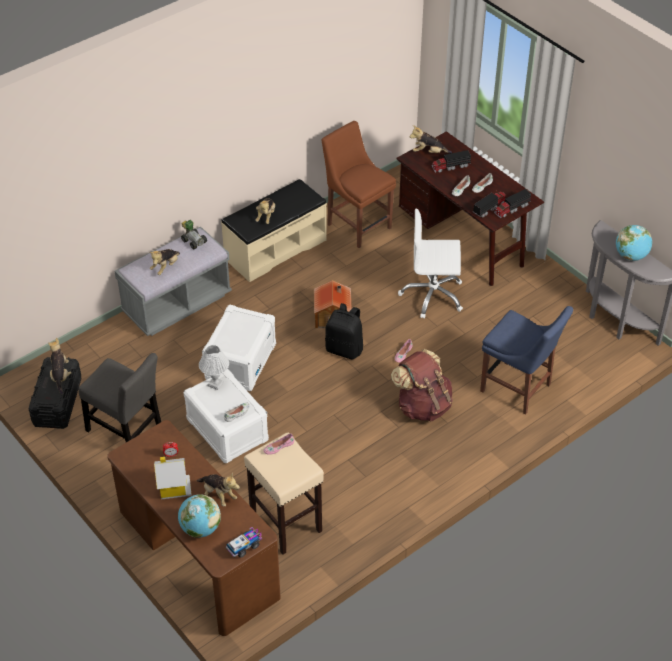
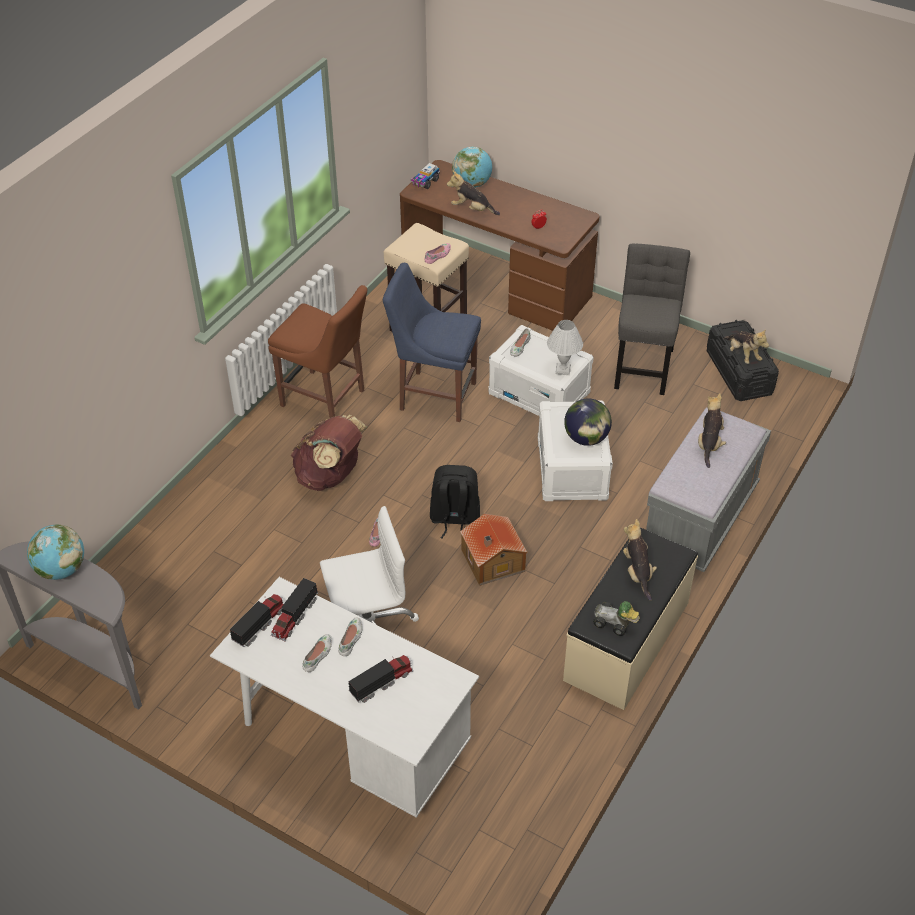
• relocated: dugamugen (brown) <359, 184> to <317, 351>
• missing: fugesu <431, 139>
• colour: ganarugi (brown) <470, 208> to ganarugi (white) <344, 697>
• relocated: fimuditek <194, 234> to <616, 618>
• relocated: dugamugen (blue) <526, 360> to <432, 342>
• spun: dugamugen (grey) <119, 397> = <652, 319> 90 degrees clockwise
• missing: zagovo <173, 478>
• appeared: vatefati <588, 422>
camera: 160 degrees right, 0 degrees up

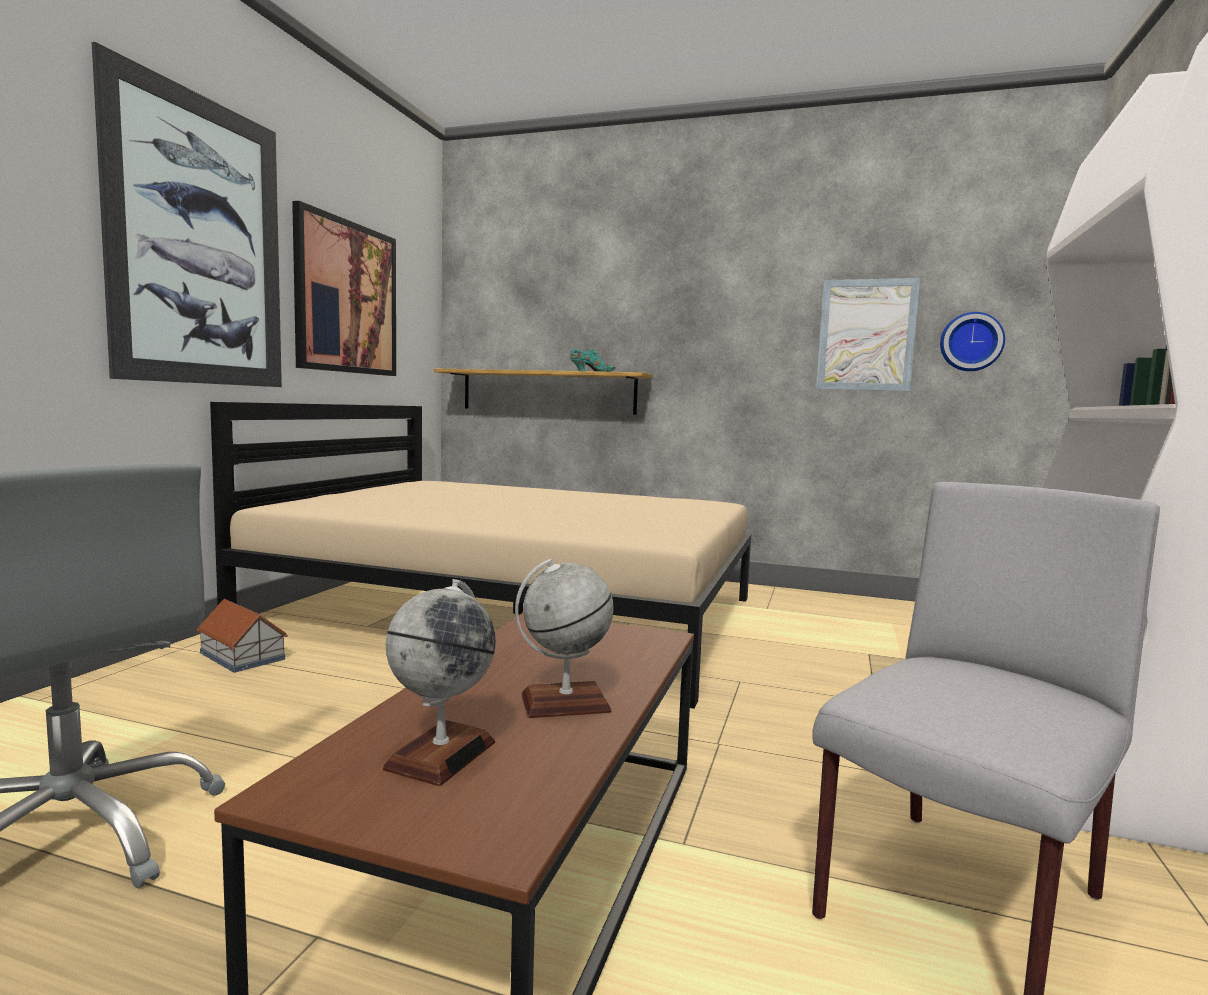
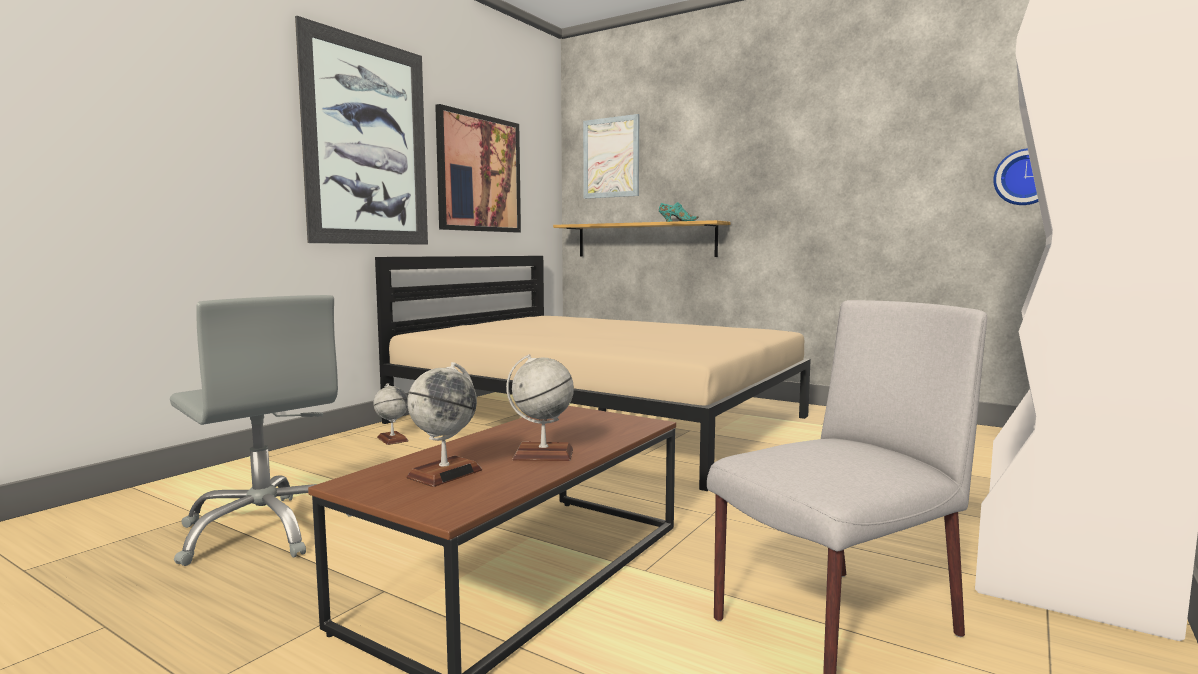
• relocated: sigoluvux <868, 334> to <611, 156>
• exchanged: zagovo <242, 636> to vatefati <391, 414>
camera: 15 degrees right, 0 degrees up

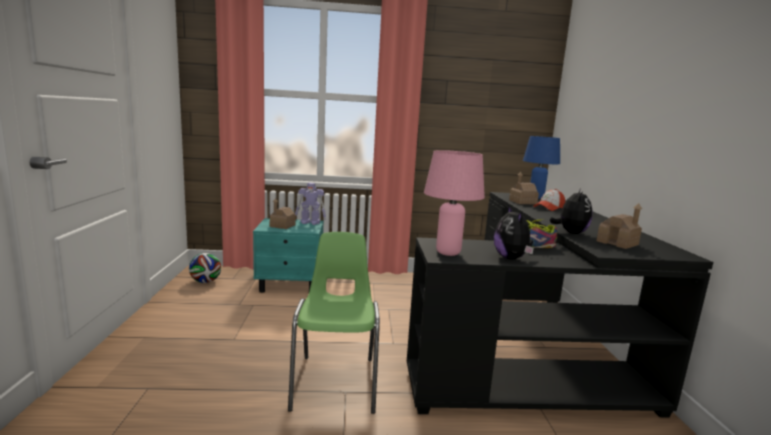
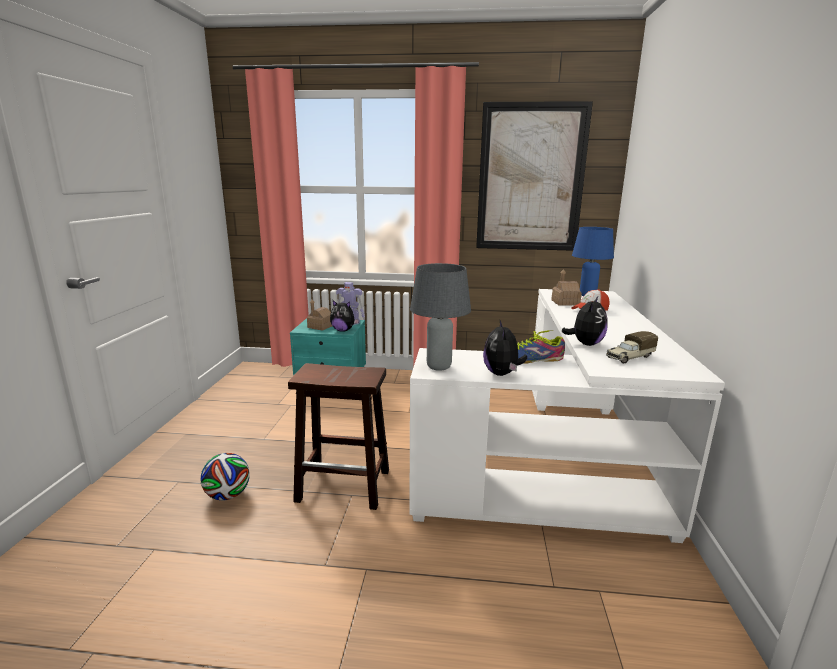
• colour: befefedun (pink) <454, 203> to befefedun (grey) <440, 317>
• colour: ganarugi (black) <560, 304> to ganarugi (white) <567, 416>
• exchanged: zagovo <619, 226> to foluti <632, 347>
• exchanged: dugamugen (green) <334, 323> to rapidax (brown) <338, 436>
• relocated: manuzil <205, 268> to <225, 476>
• appeared: sigoluvux <534, 176>
• appeared: fugesu <344, 316>
camera: 10 degrees right, 5 degrees up

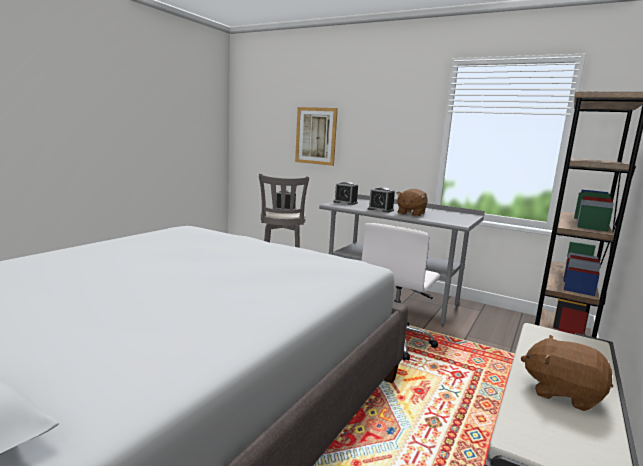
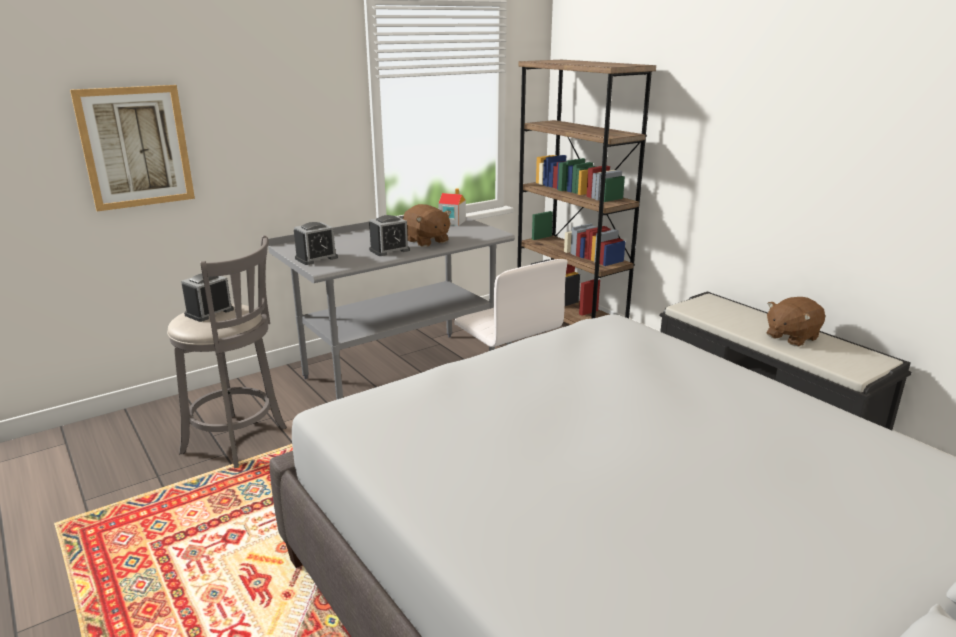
• appeared: zagovo <452, 207>
camera: 65 degrees left, 10 degrees up

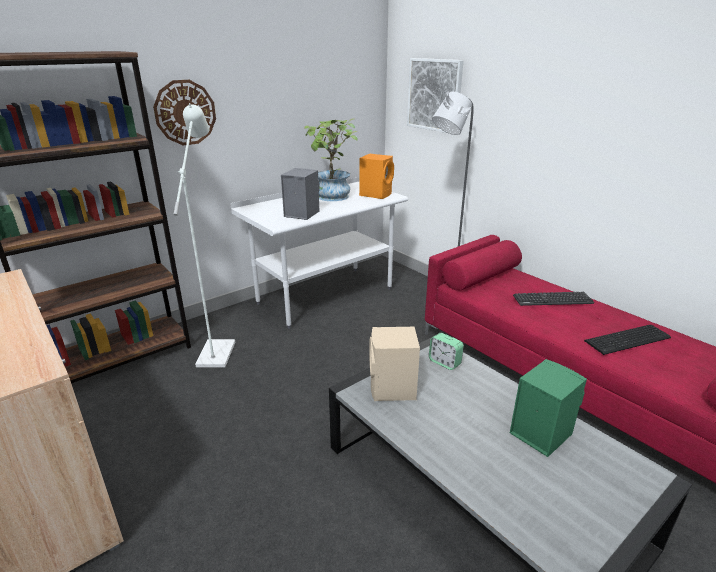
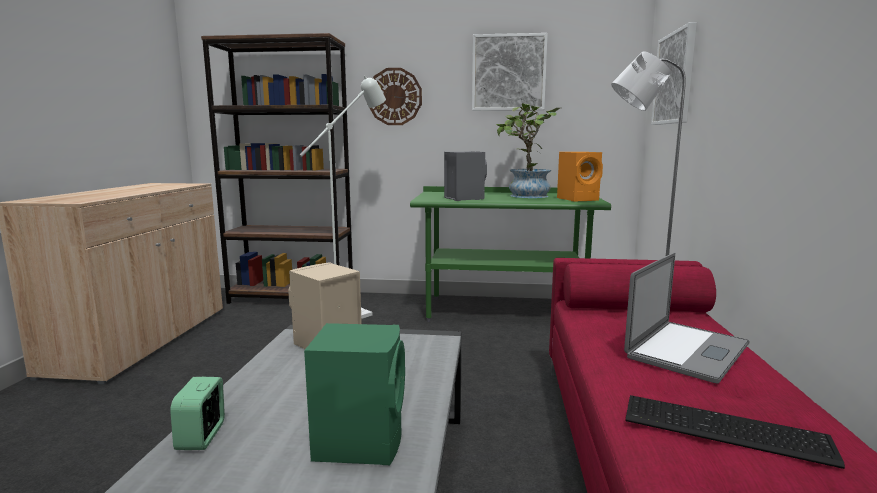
• colour: ganarugi (white) <319, 253> to ganarugi (green) <510, 254>
• exchanged: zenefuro <553, 299> to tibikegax <687, 317>
• relocated: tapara <446, 351> to <197, 413>
• appeared: sigoluvux <510, 72>
camera: 45 degrees right, 15 degrees down

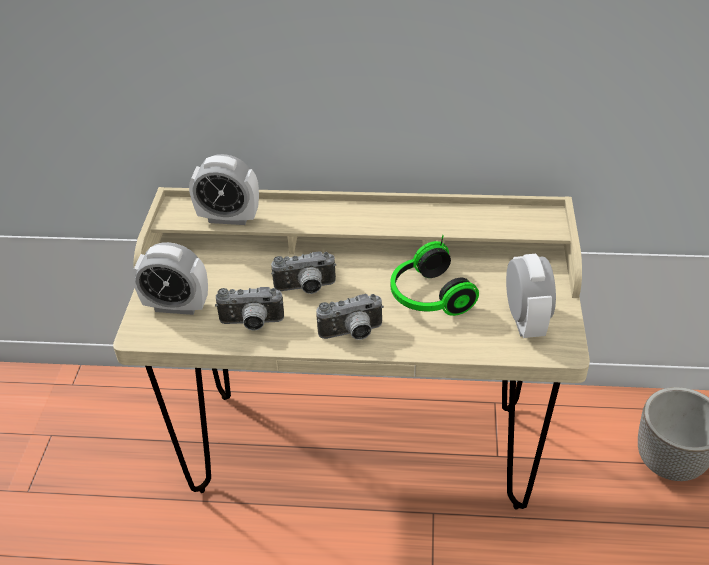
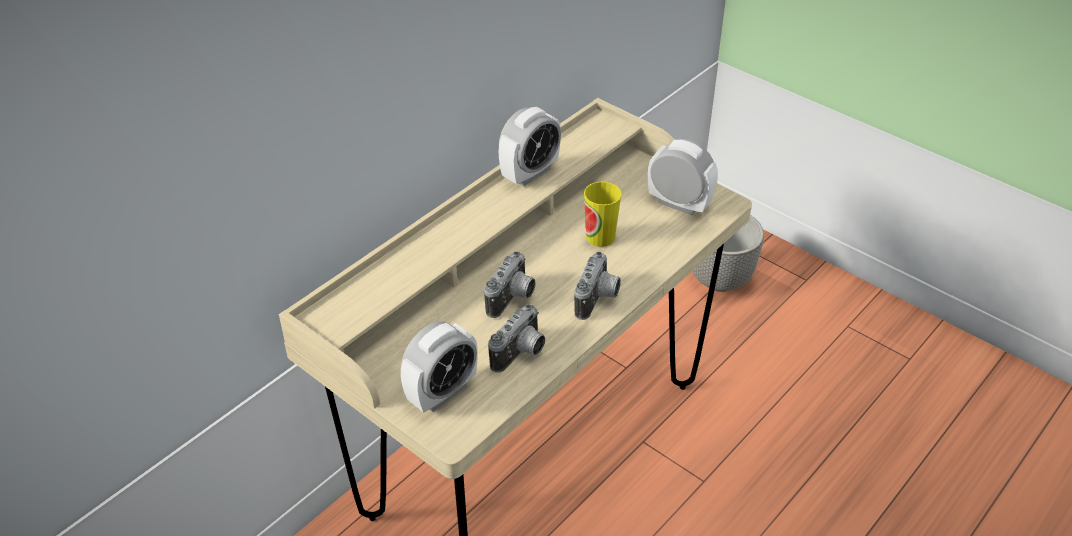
• relocated: tapara <224, 189> to <530, 146>
• exchanged: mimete <435, 275> to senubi <603, 214>
camera: 55 degrees left, 0 degrees up

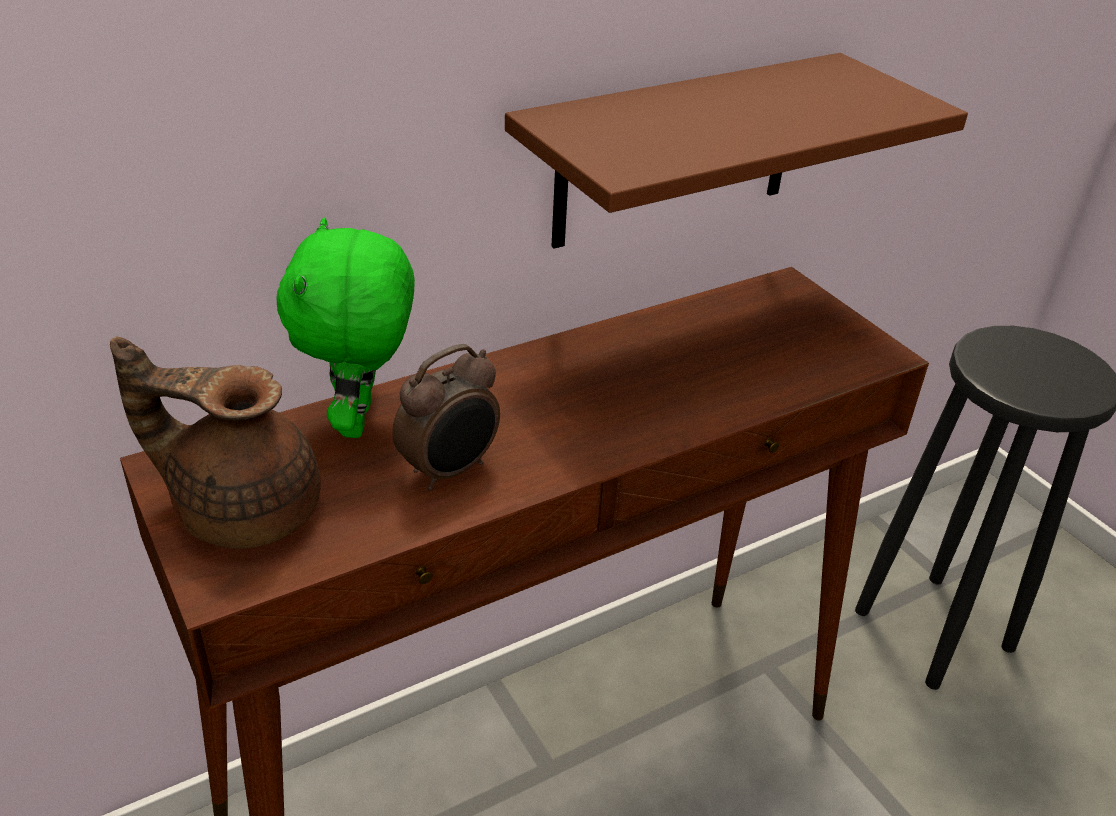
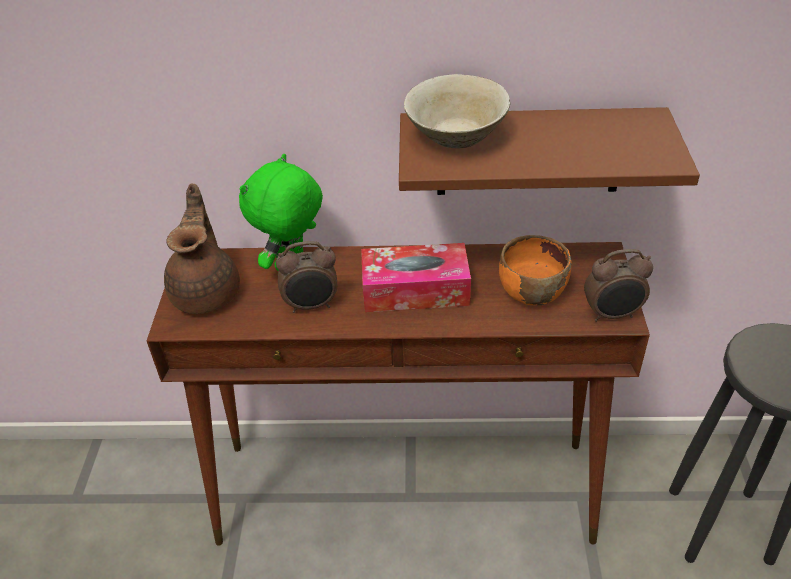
• spun: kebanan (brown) <215, 442> = <202, 248> 45 degrees clockwise
• appeared: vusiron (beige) <457, 111>
• appeared: vusiron (orange) <535, 270>
• appeared: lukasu <416, 277>
• appeared: tapara <618, 285>
camera: 35 degrees right, 5 degrees up

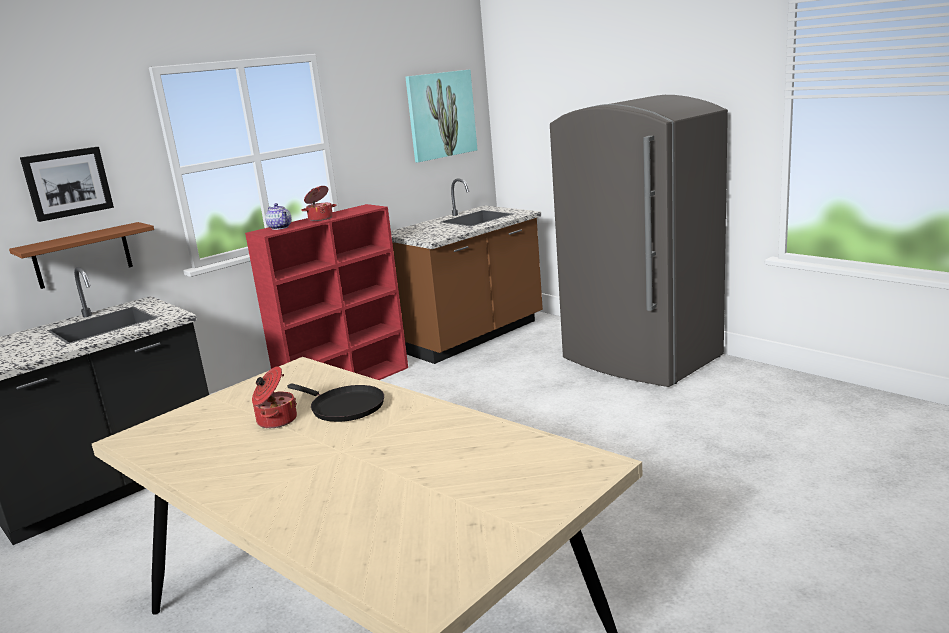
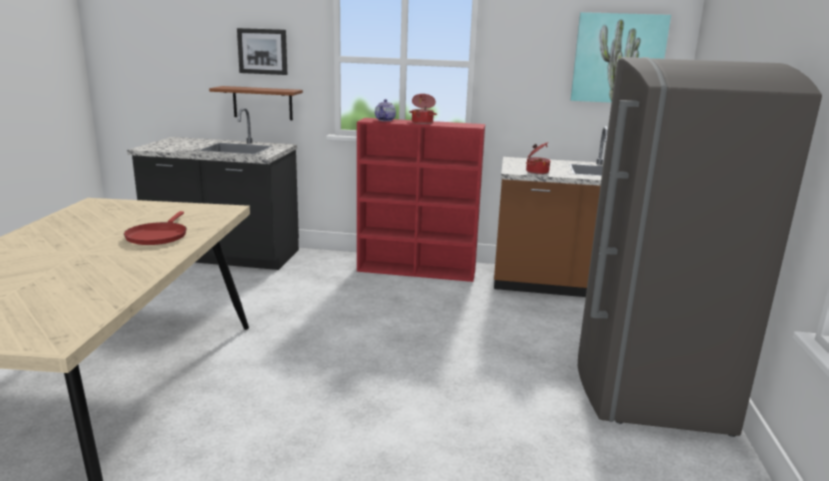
• relocated: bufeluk <274, 397> to <538, 158>
• colour: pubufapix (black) <335, 402> to pubufapix (red) <155, 228>
camera: 50 degrees right, 0 degrees up

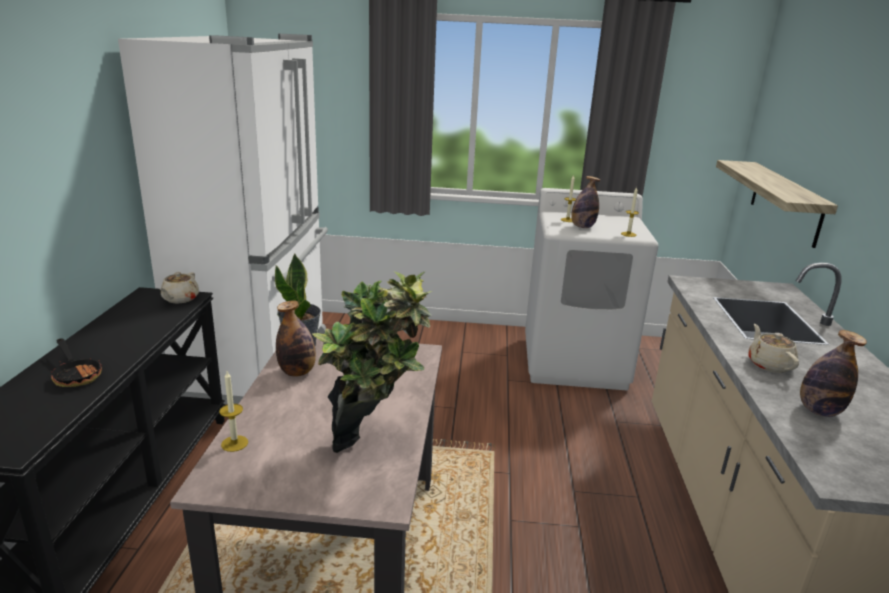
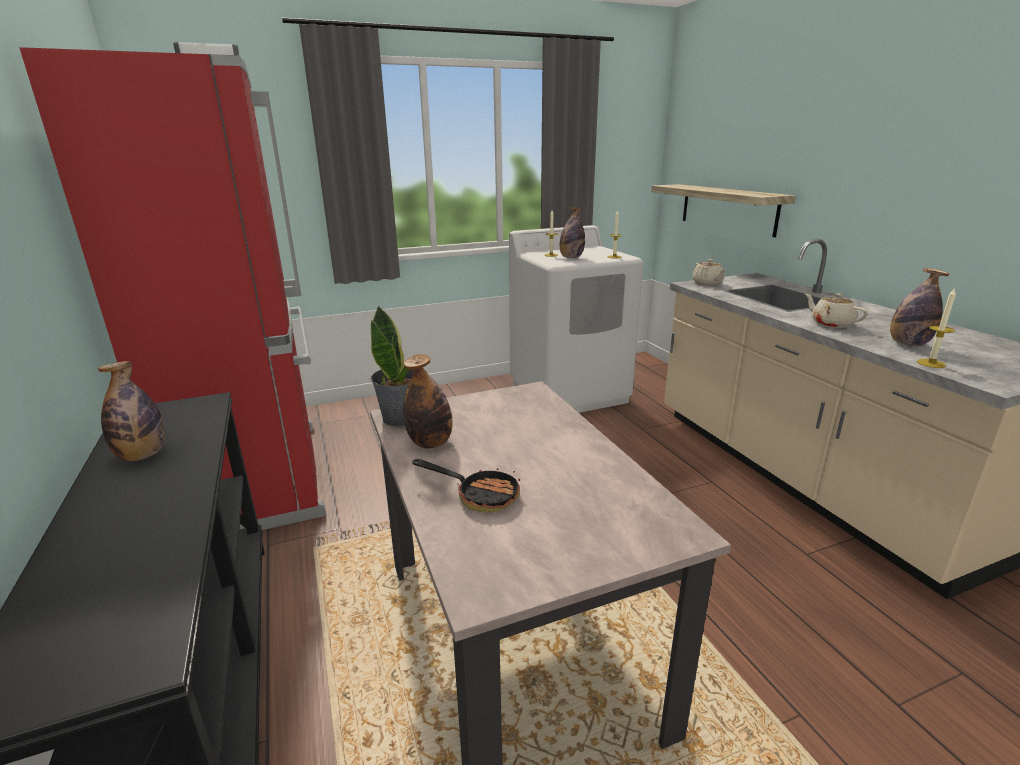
• colour: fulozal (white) <223, 219> to fulozal (red) <172, 286>
• missing: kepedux <372, 362>
• relocated: kebanan (beige) <179, 287> to <709, 272>
• relocated: pubufapix <76, 362> to <466, 486>
• relocated: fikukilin <233, 411> to <936, 327>
• appeared: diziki <131, 411>
camera: 25 degrees left, 0 degrees up

